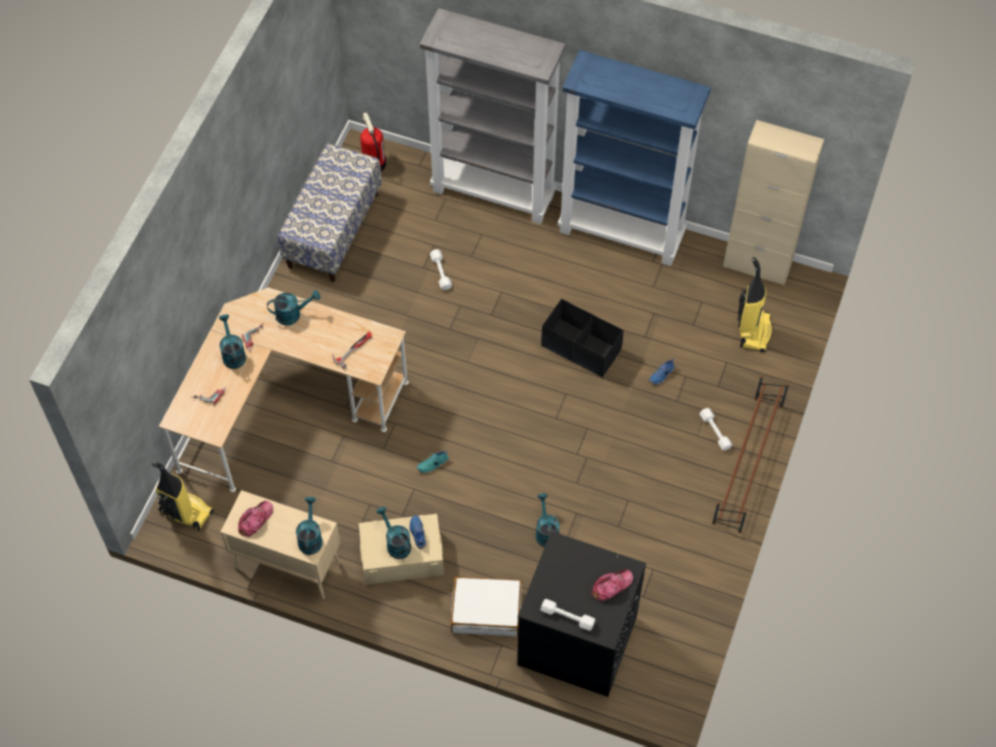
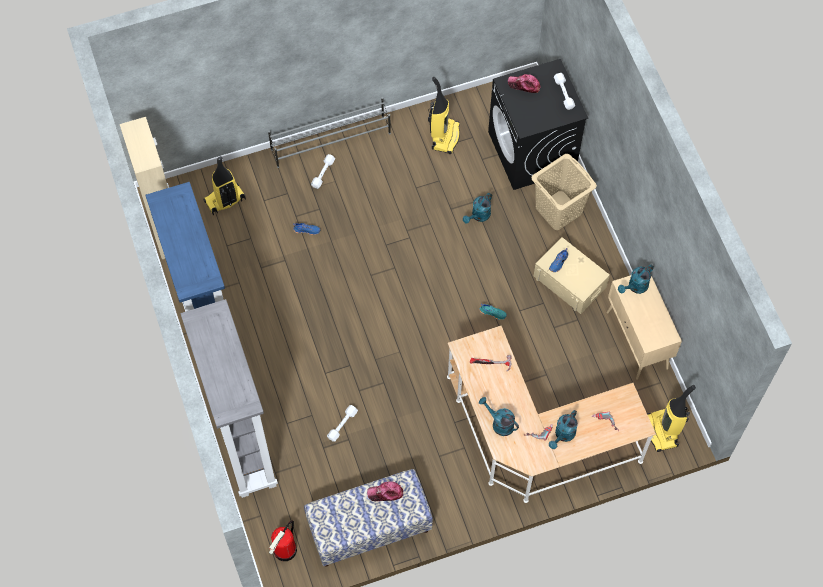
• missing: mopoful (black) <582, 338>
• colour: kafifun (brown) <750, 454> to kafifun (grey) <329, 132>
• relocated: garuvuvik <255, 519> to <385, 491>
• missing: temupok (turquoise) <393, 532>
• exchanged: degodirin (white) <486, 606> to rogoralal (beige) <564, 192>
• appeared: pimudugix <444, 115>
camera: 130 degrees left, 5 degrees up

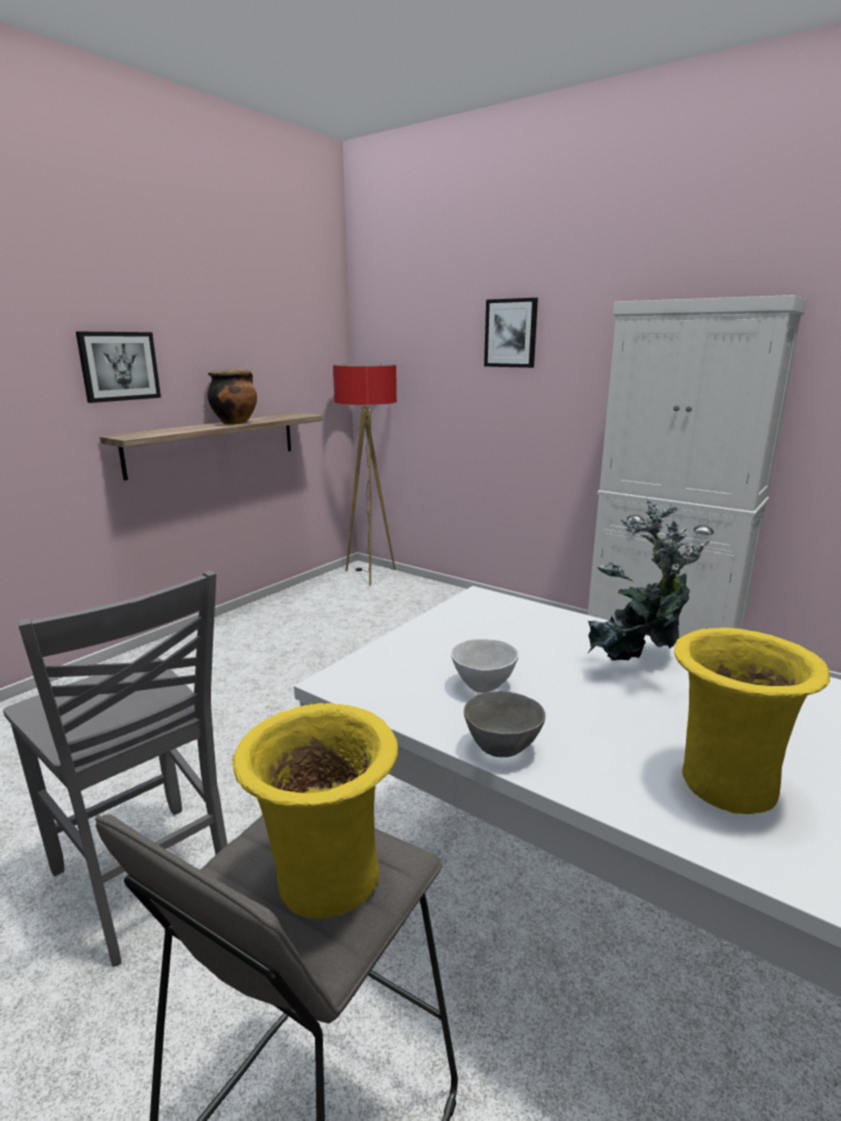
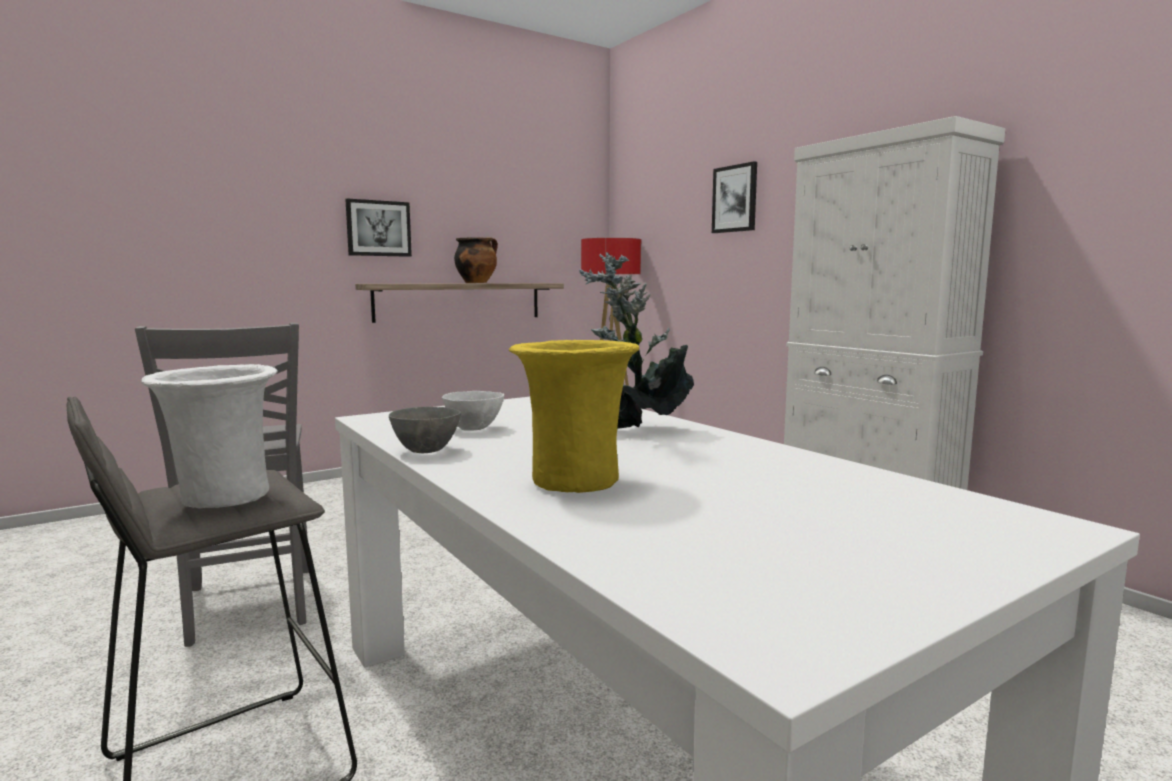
• colour: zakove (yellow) <315, 811> to zakove (white) <209, 436>
camera: 20 degrees right, 10 degrees down

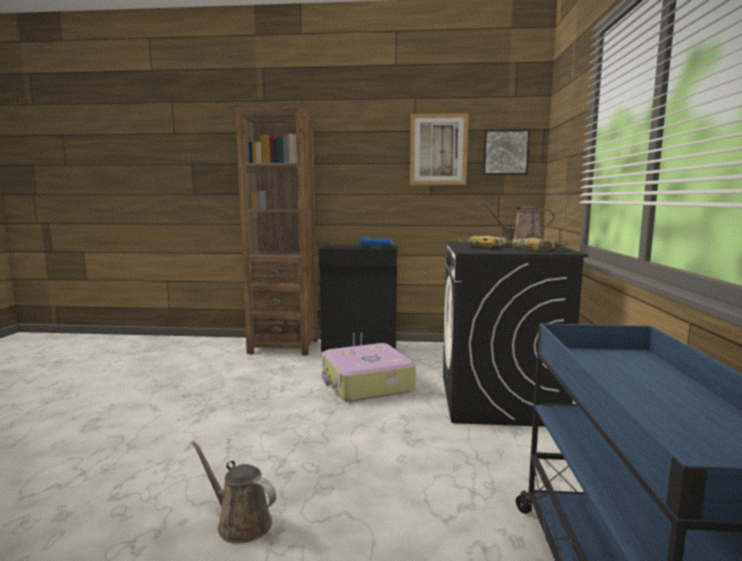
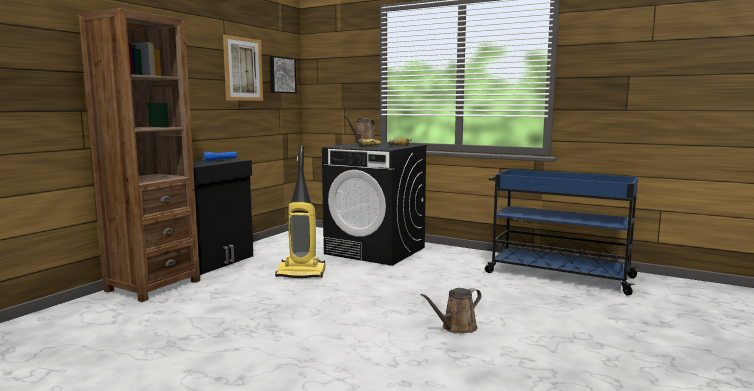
• exchanged: degodirin <369, 372> to pimudugix <300, 211>
camera: 65 degrees left, 0 degrees up

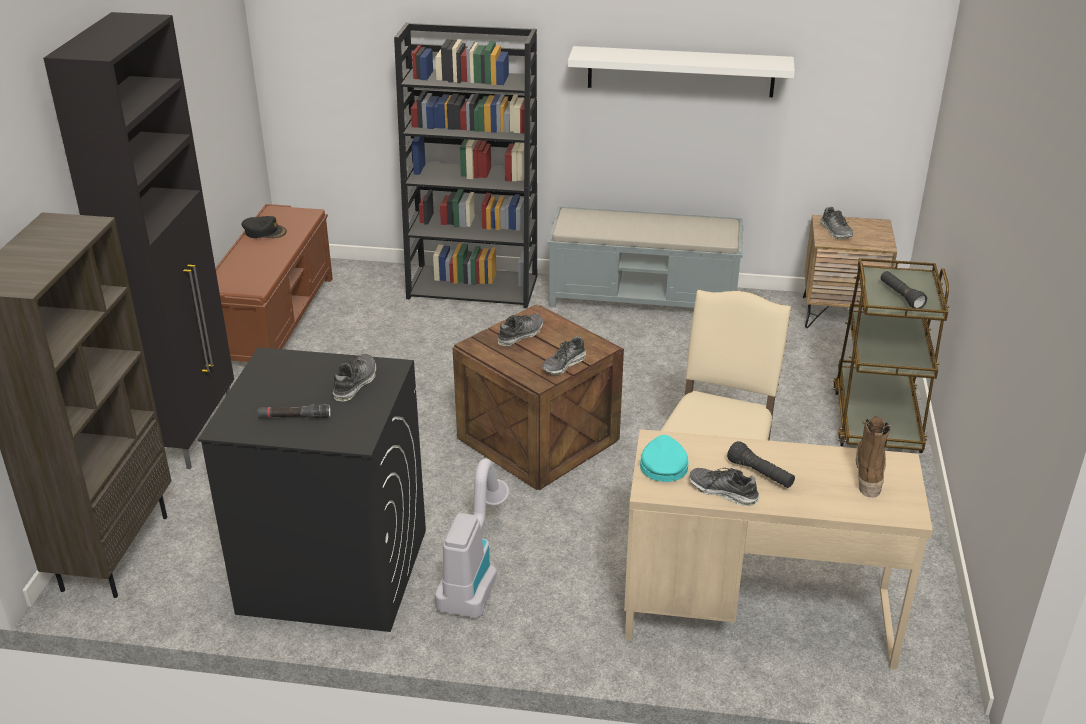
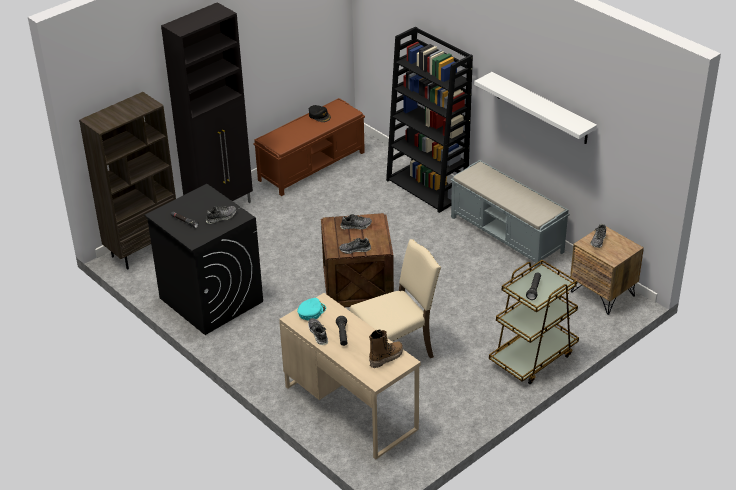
• missing: pimudugix <472, 537>
camera: 40 degrees right, 5 degrees up

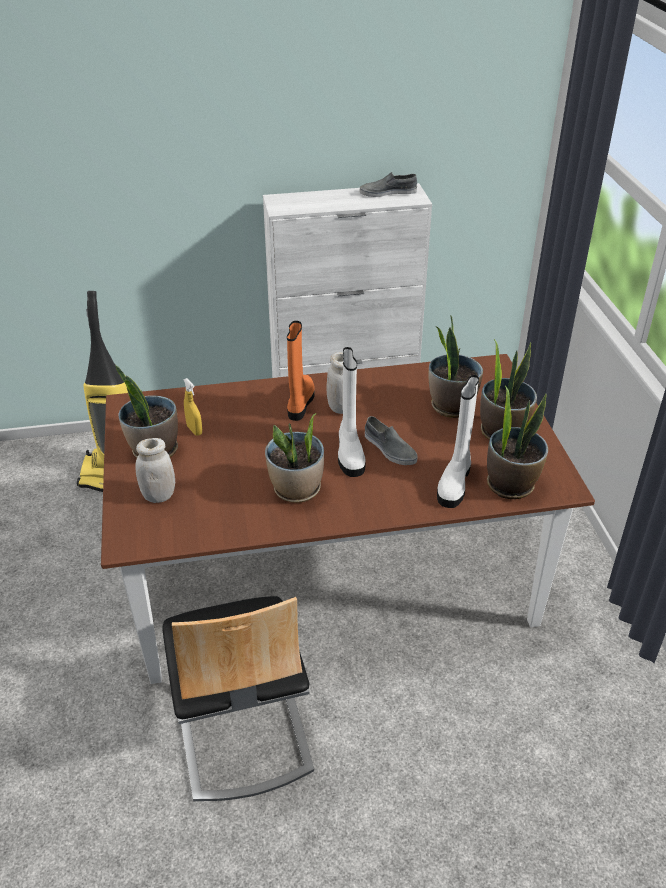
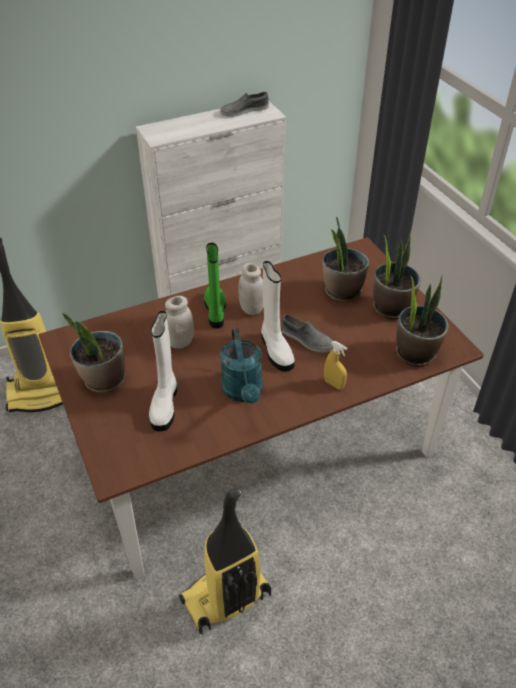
• colour: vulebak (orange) <301, 371> to vulebak (green) <215, 285>
• relocated: vulebak (white) <458, 441> to <163, 371>
• relocated: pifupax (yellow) <192, 407> to <335, 365>
• exchanged: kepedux <294, 458> to temupok (turquoise) <241, 366>
• relocated: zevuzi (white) <155, 470> to <179, 322>
• exchanged: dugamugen <238, 698> to pimudugix <225, 561>
camera: 15 degrees left, 5 degrees up

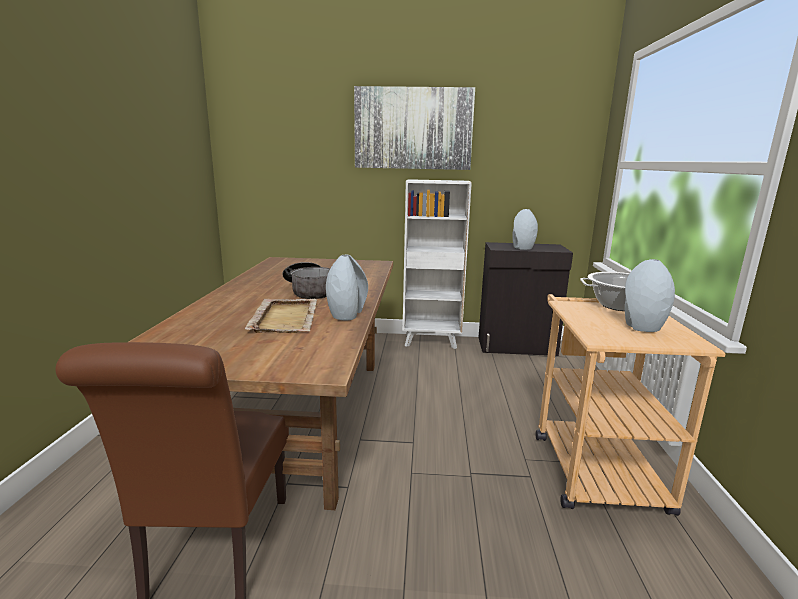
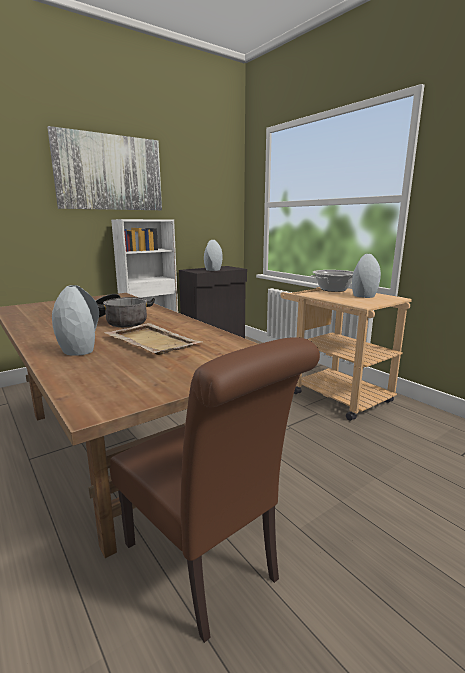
• relocated: zakove (grey) <347, 287> to <75, 320>
camera: 40 degrees left, 0 degrees up

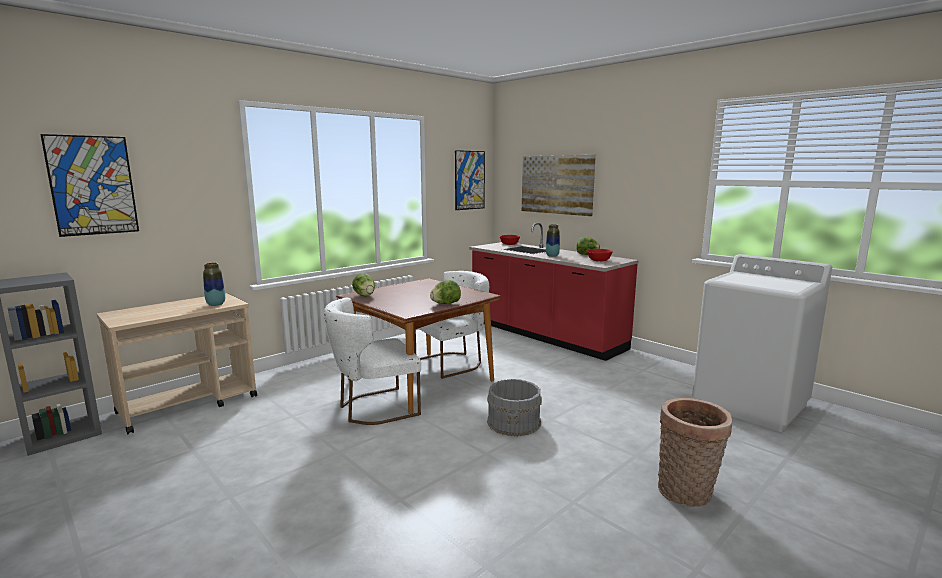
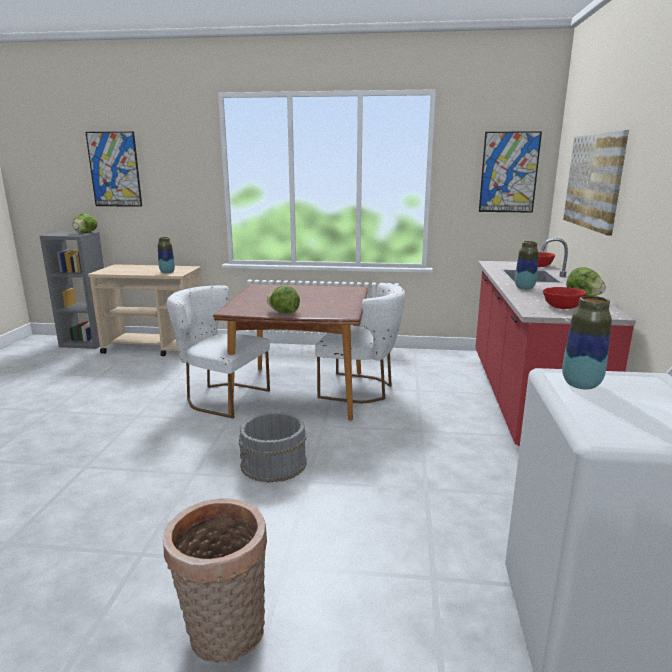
• relocated: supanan <363, 285> to <85, 223>
• appeared: zakove <587, 343>
camera: 50 degrees right, 5 degrees up

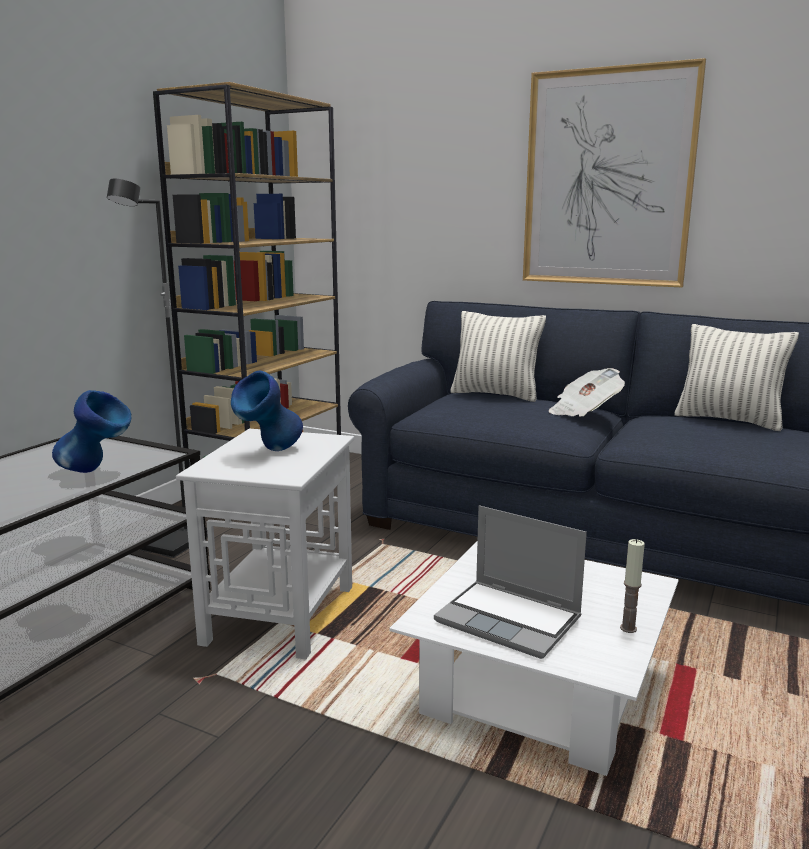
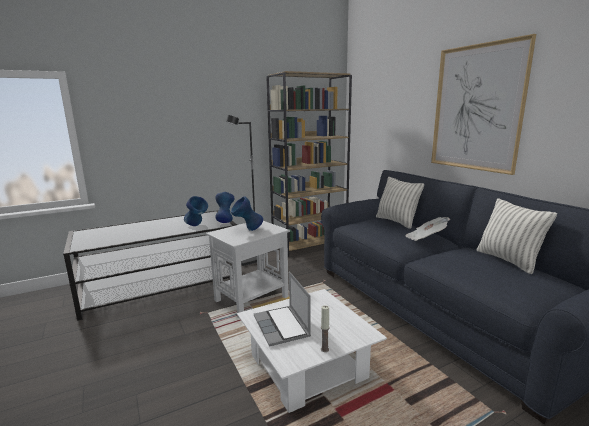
• appeared: zakove (blue) <225, 207>
camera: 35 degrees right, 0 degrees up

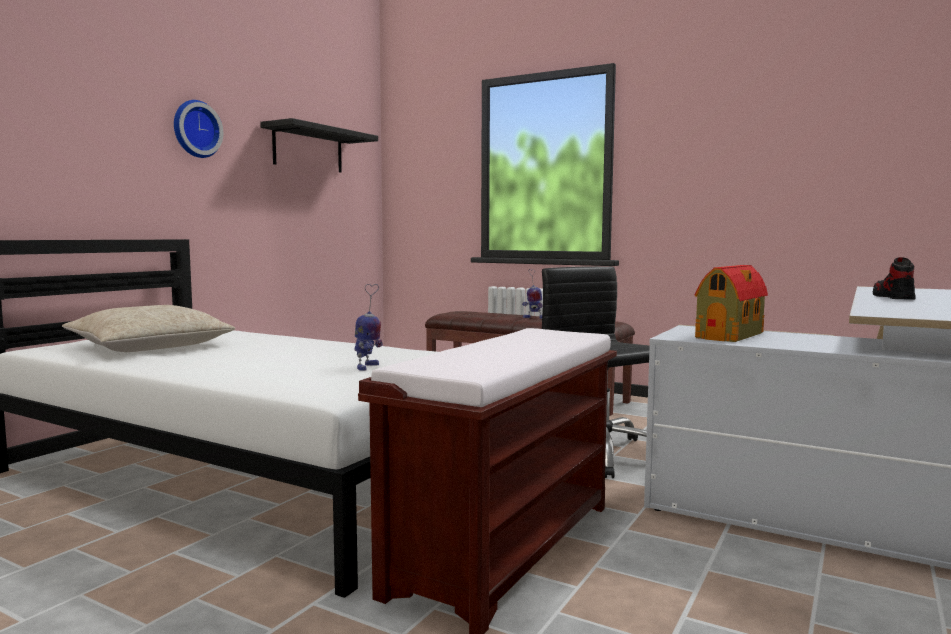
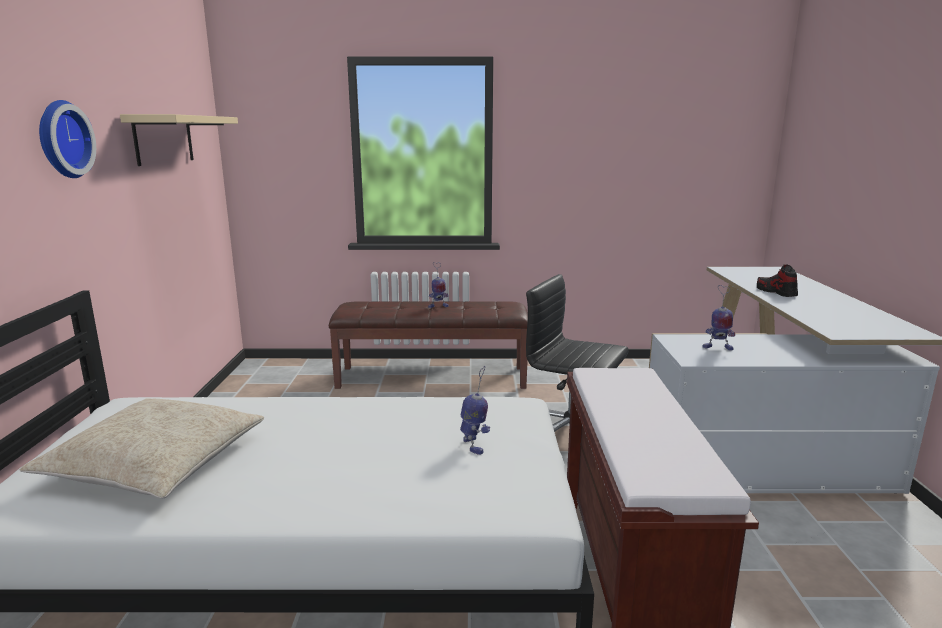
• colour: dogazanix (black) <319, 145> to dogazanix (beige) <179, 140>
• exchanged: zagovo <731, 303> to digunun <718, 318>
camera: 30 degrees left, 10 degrees up

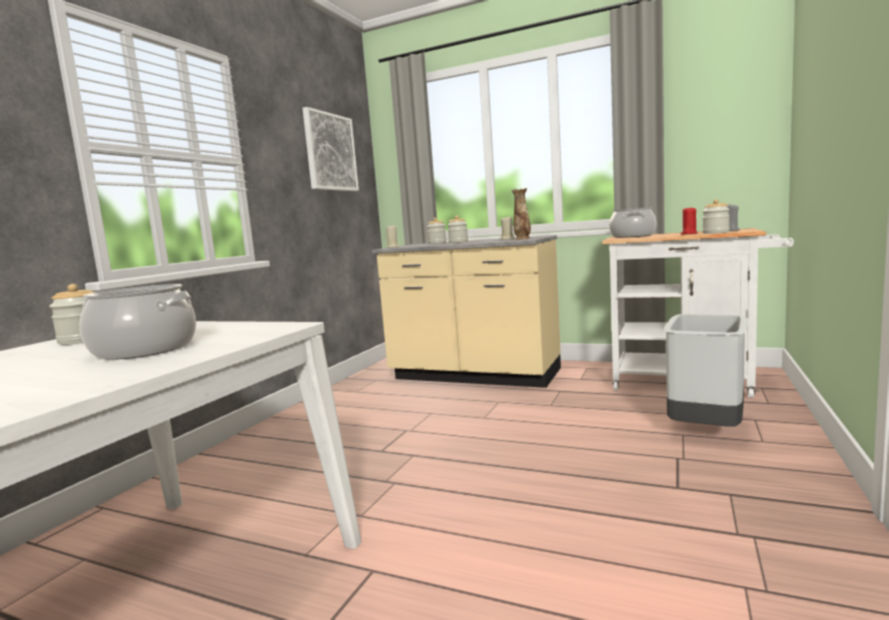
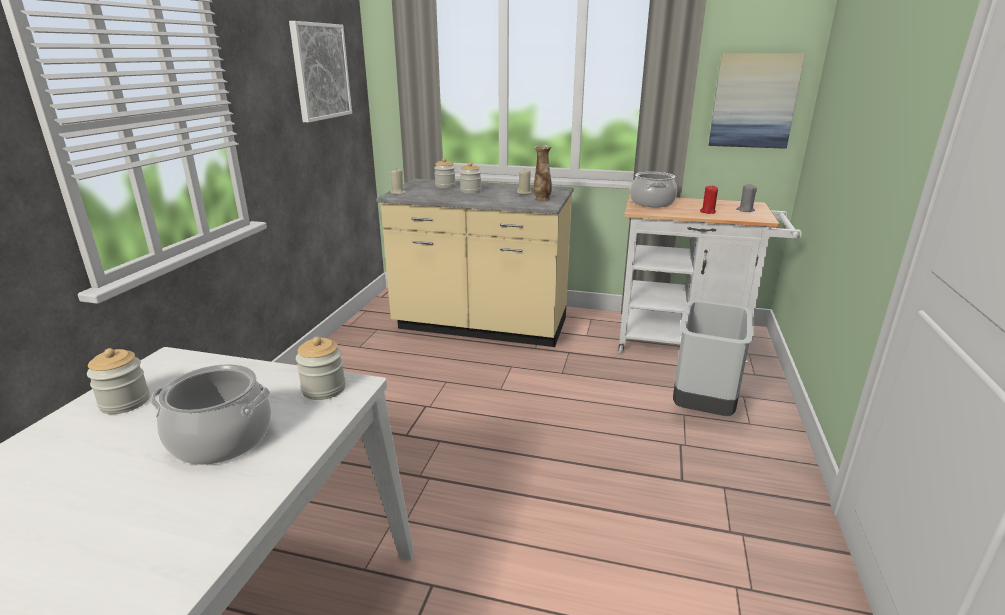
• relocated: zevuzi <716, 216> to <321, 368>
• appeared: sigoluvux <757, 101>
camera: 10 degrees left, 15 degrees up

